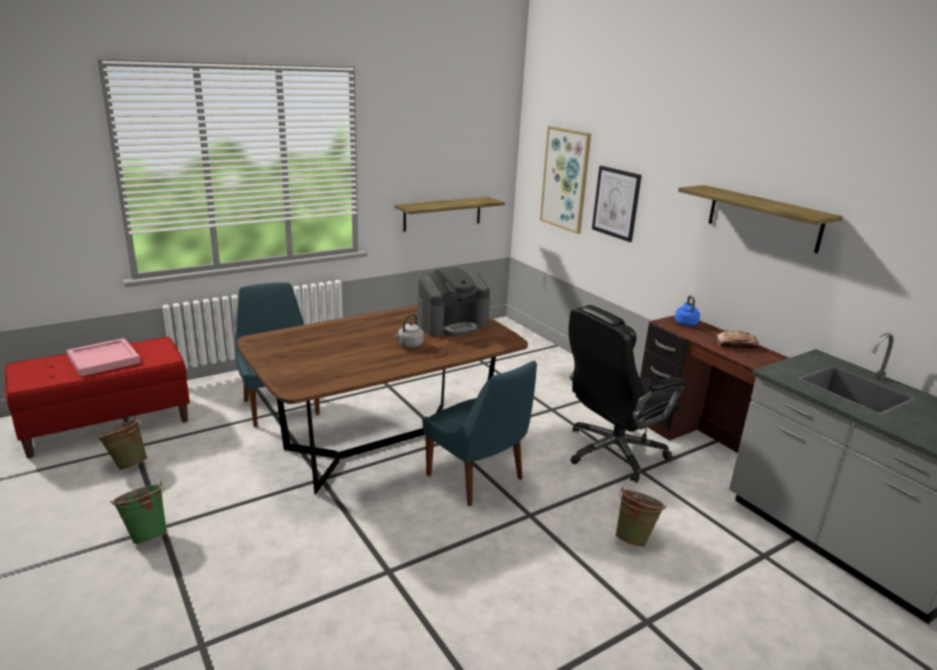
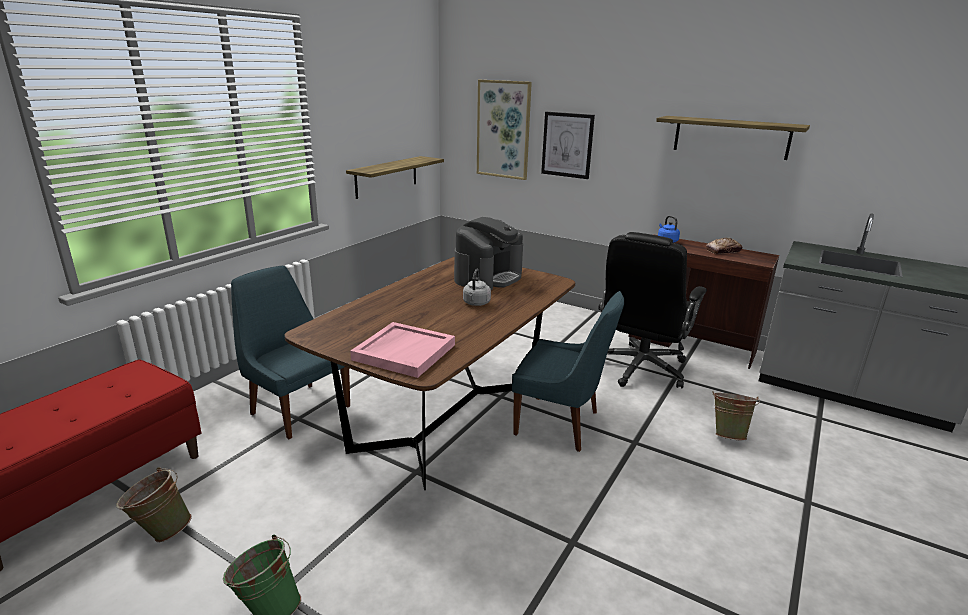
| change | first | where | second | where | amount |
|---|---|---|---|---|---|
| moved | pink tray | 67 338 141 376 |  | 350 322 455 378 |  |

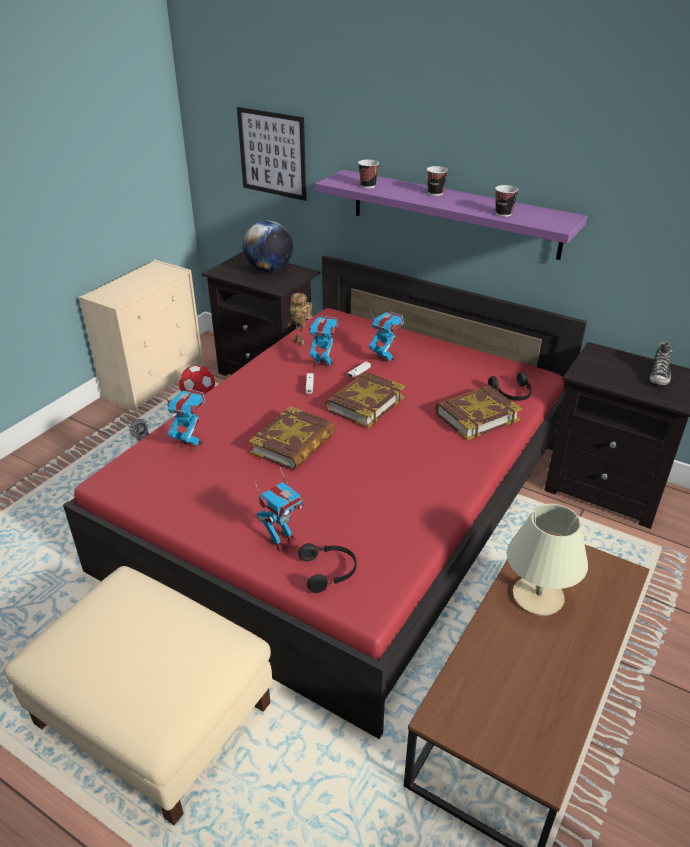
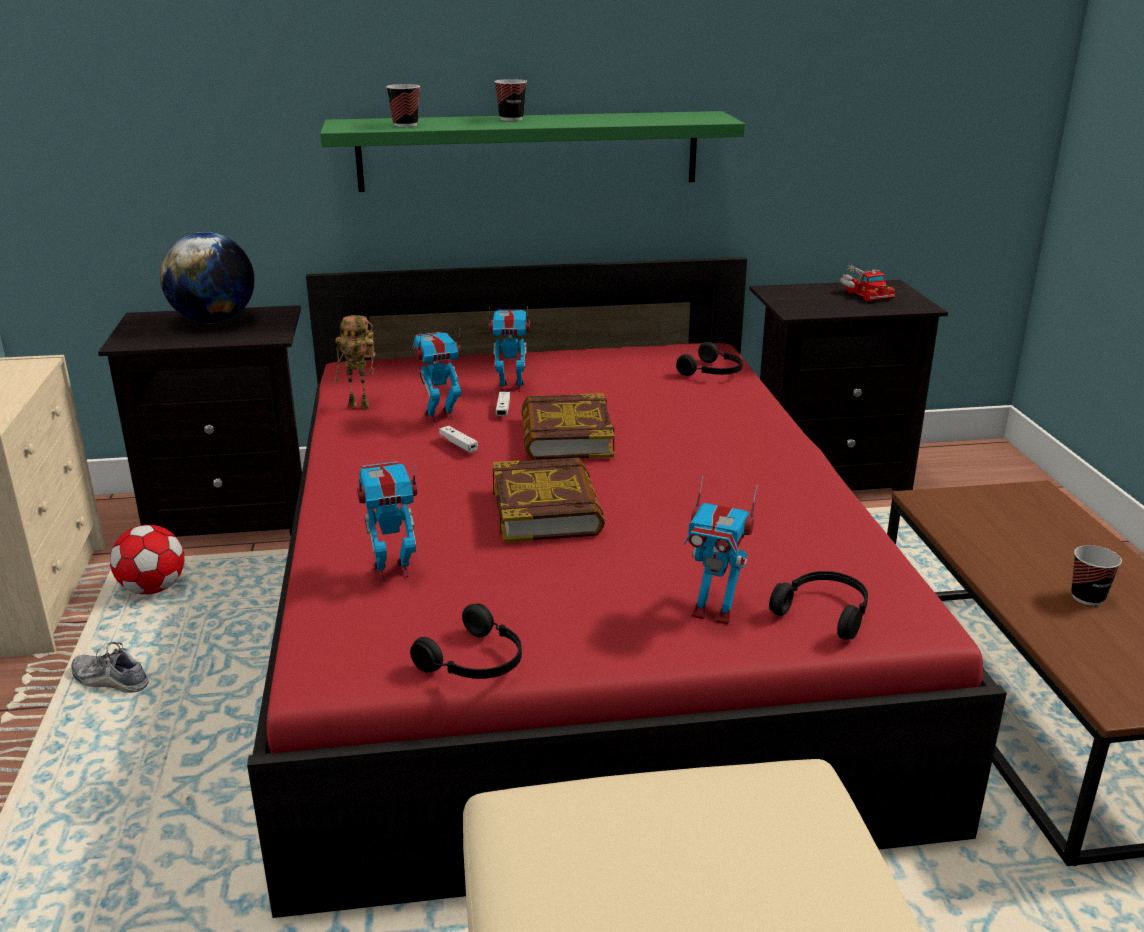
| change | first | where | second | where | amount |
|---|---|---|---|---|---|
| removed | picture | 237 107 307 201 |  |  |  |
| removed | book | 435 385 522 440 |  |  |  |
| removed | beige table lamp | 507 504 588 616 |  |  |  |
| added |  |  | black headphones | 410 603 522 679 |  |
| moved | cup | 495 185 519 217 |  | 1071 545 1122 606 |  |
| replaced | shoe | 650 341 672 385 | toy truck | 840 265 895 302 |  |
| recoloured | purple shelf | 315 170 588 260 | green shelf | 320 111 745 192 |  |
| turned | toy robot | 254 467 304 551 |  | 684 476 757 625 | 105 degrees clockwise |

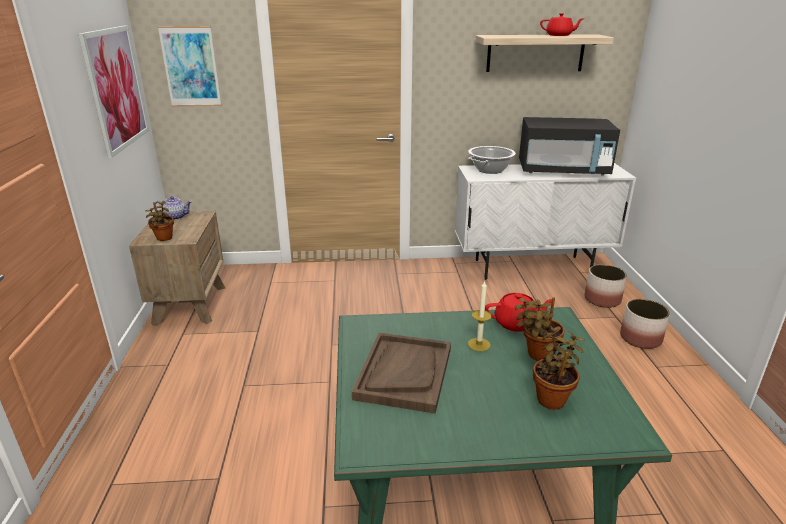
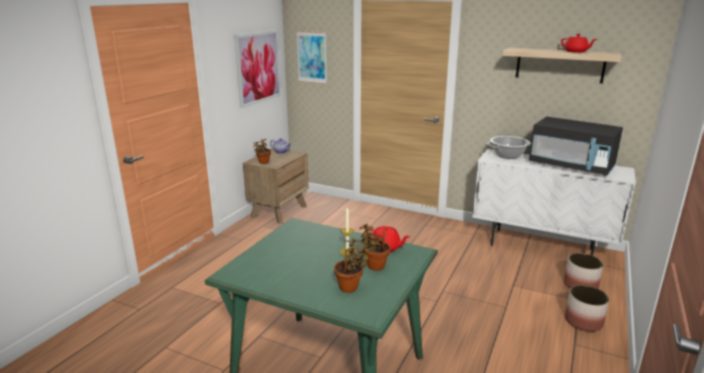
| change | first | where | second | where | amount |
|---|---|---|---|---|---|
| removed | brown tray | 352 333 451 413 |  |  |  |

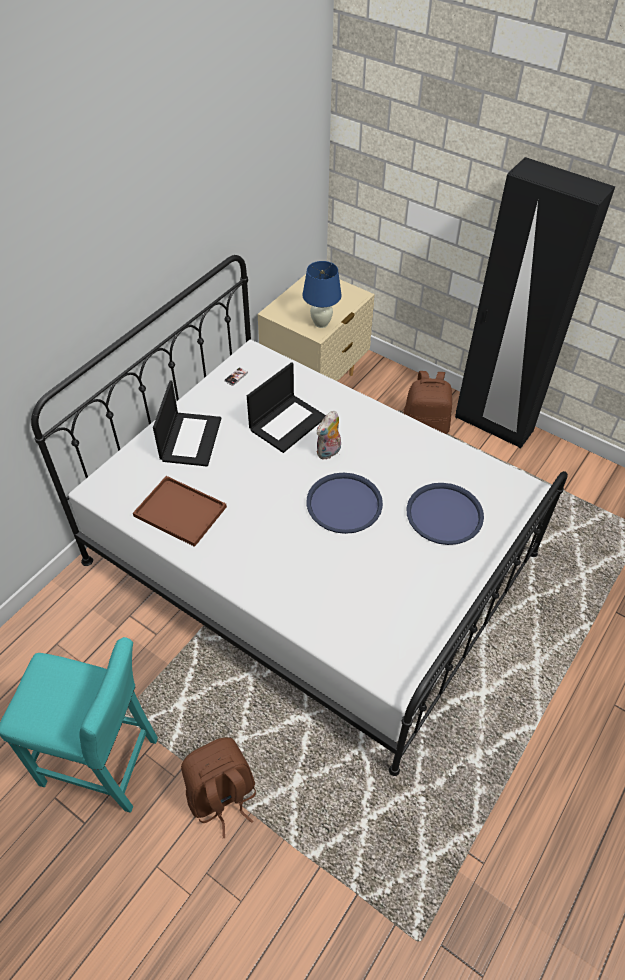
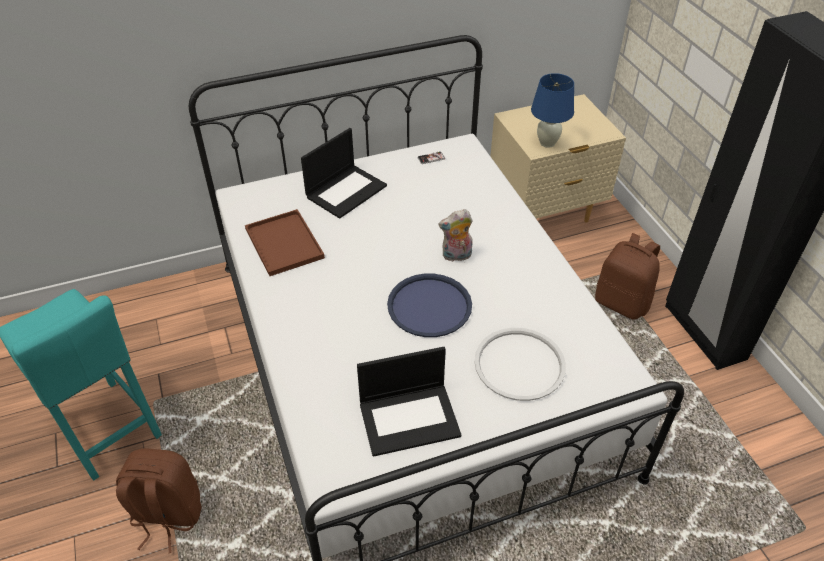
| change | first | where | second | where | amount |
|---|---|---|---|---|---|
| moved | laptop | 247 362 326 453 |  | 357 347 461 457 |  |
| recoloured | blue tray | 406 483 484 545 | white tray | 474 328 566 401 |  |

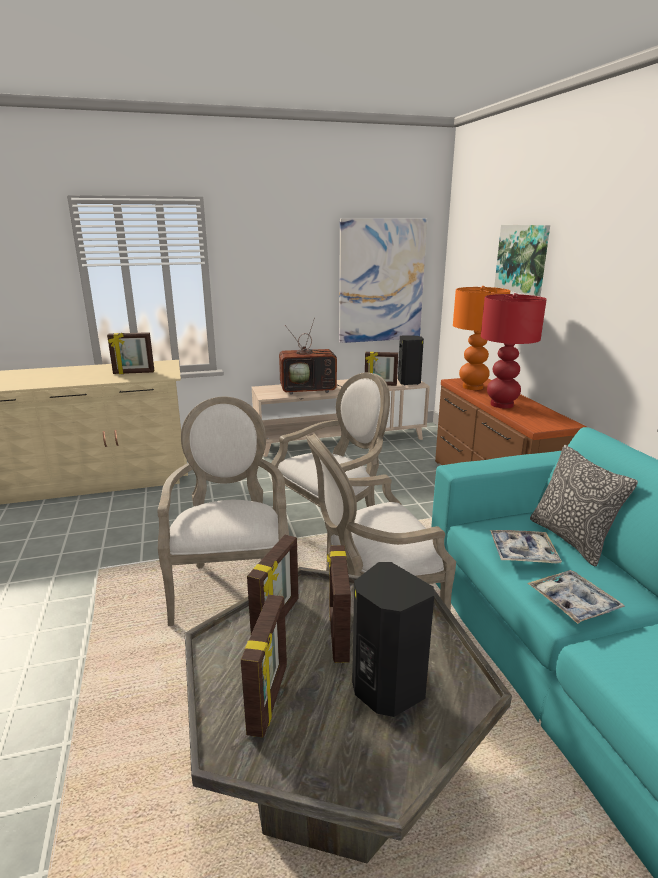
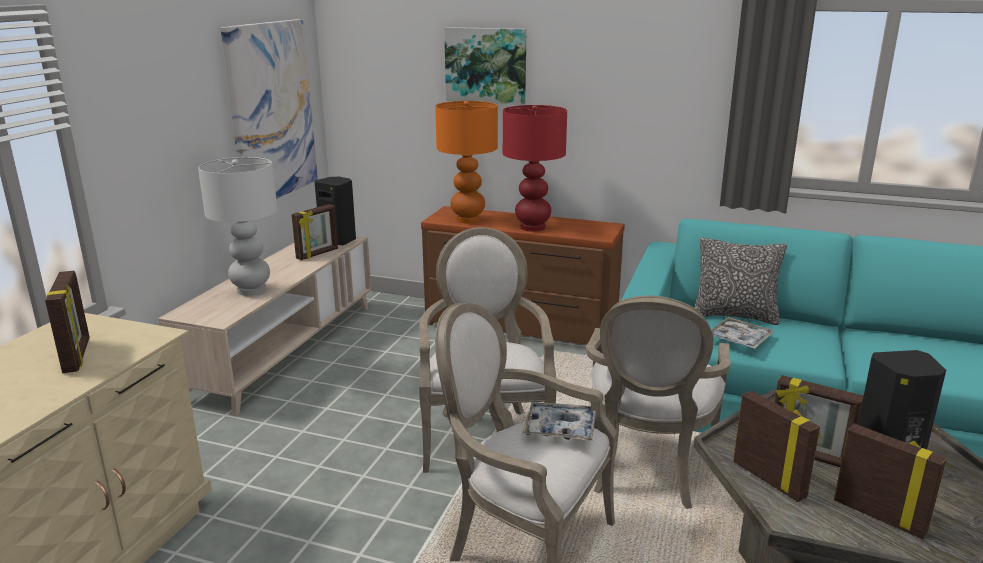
| change | first | where | second | where | amount |
|---|---|---|---|---|---|
| moved | tray | 528 570 625 624 |  | 522 402 596 441 |  |
| replaced | television | 279 317 342 394 | white table lamp | 198 157 278 296 |  |
| turned | picture frame | 107 332 154 374 |  | 45 271 90 373 | 45 degrees counterclockwise |

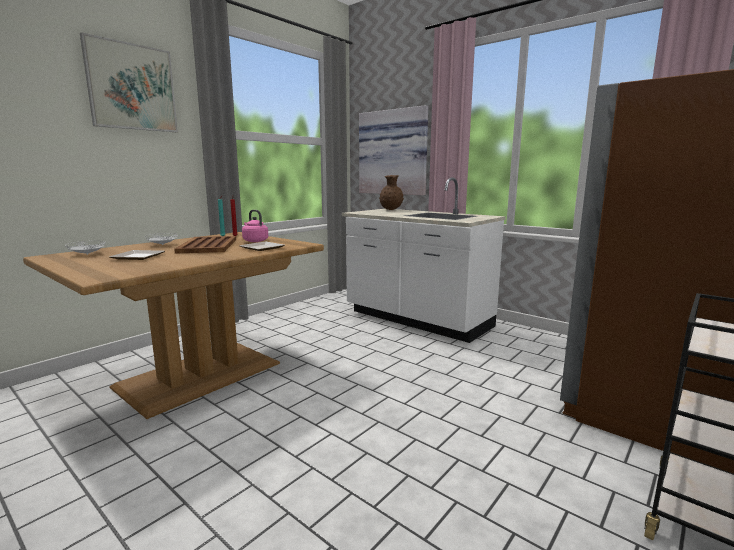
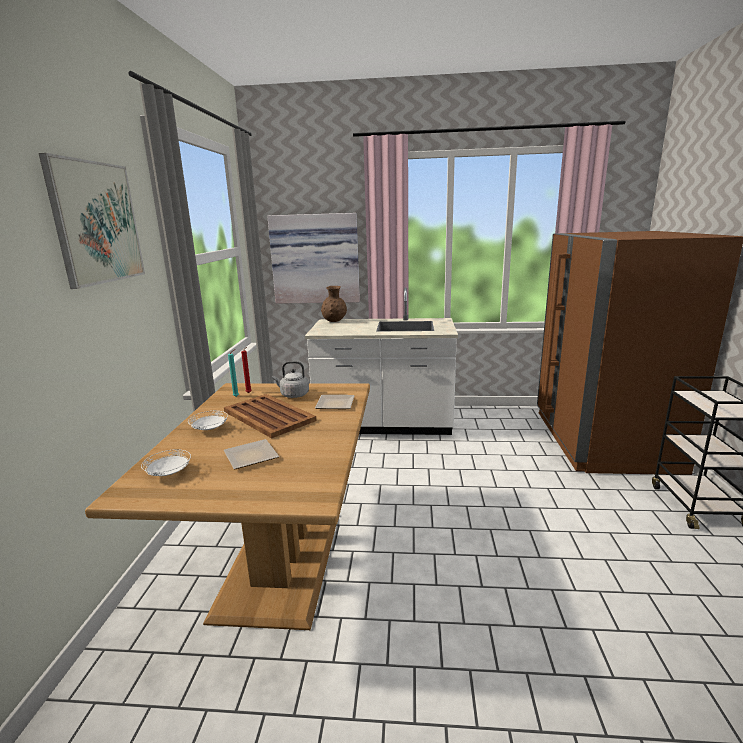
| change | first | where | second | where | amount |
|---|---|---|---|---|---|
| recoloured | pink kettle | 242 210 268 242 | grey kettle | 272 361 309 398 |  |

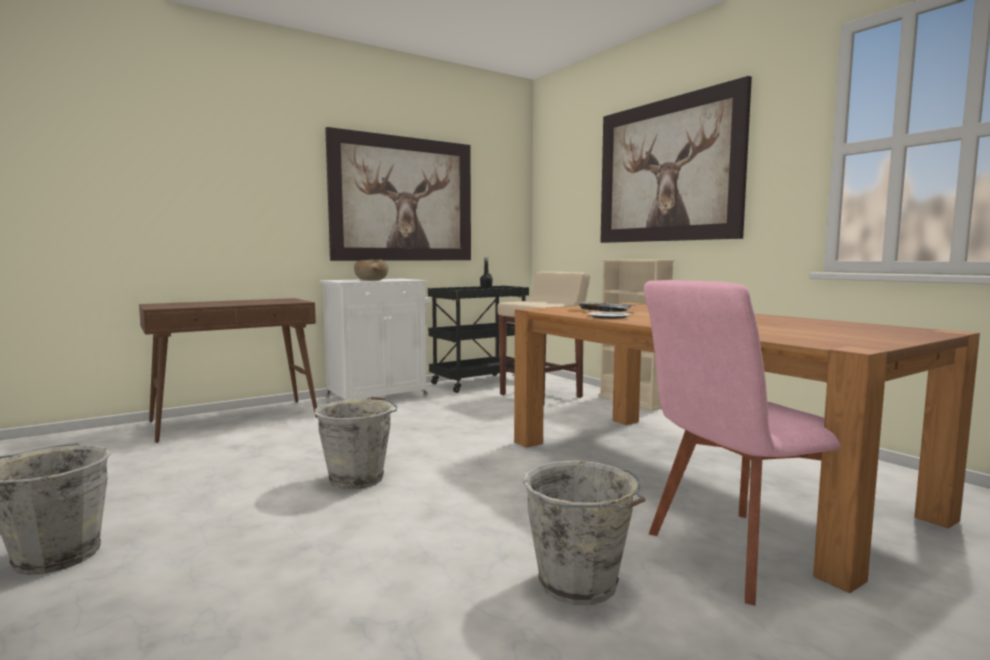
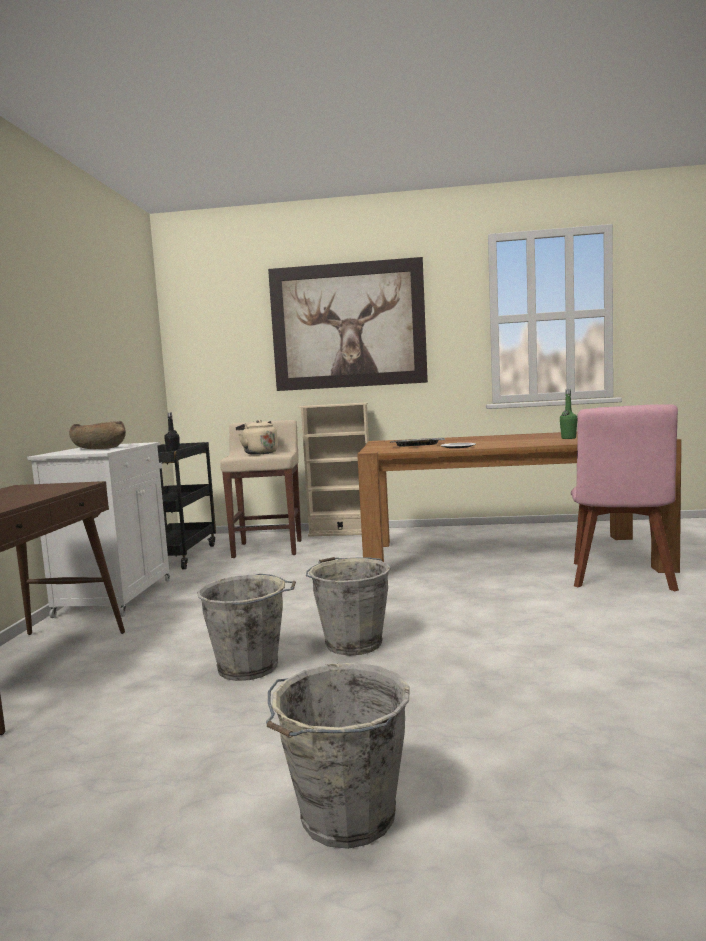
| change | first | where | second | where | amount |
|---|---|---|---|---|---|
| removed | picture | 325 127 471 261 |  |  |  |
| added |  |  | beige kettle | 236 420 278 455 |  |
| added |  |  | green bottle | 560 389 577 439 |  |
| moved | grey bucket | 523 461 645 605 |  | 197 574 296 681 |  |

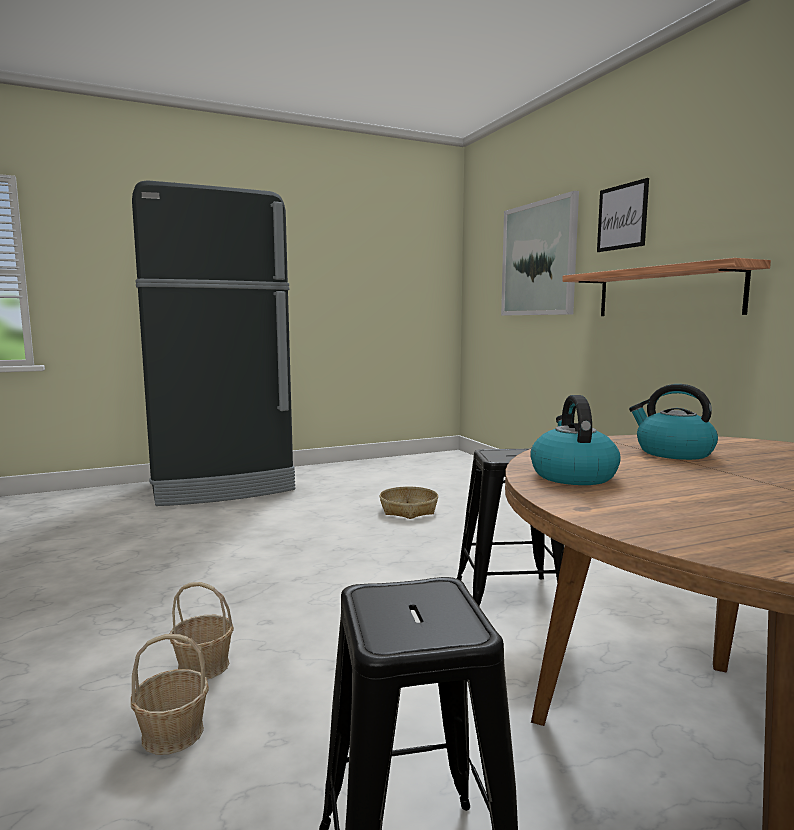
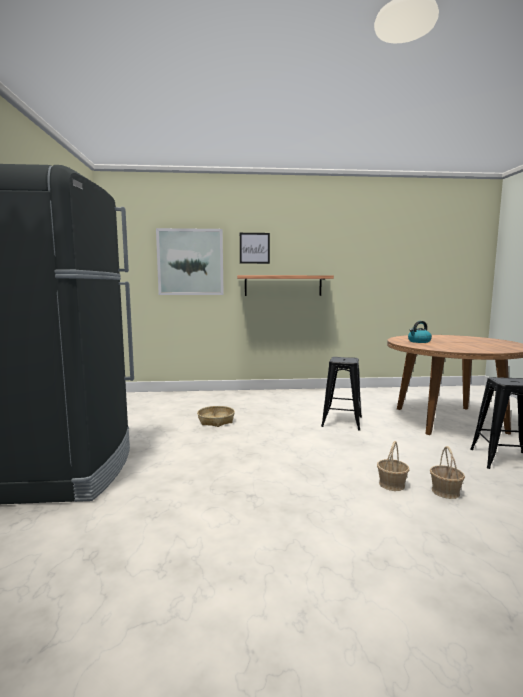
| change | first | where | second | where | amount |
|---|---|---|---|---|---|
| removed | kettle | 530 395 621 485 |  |  |  |

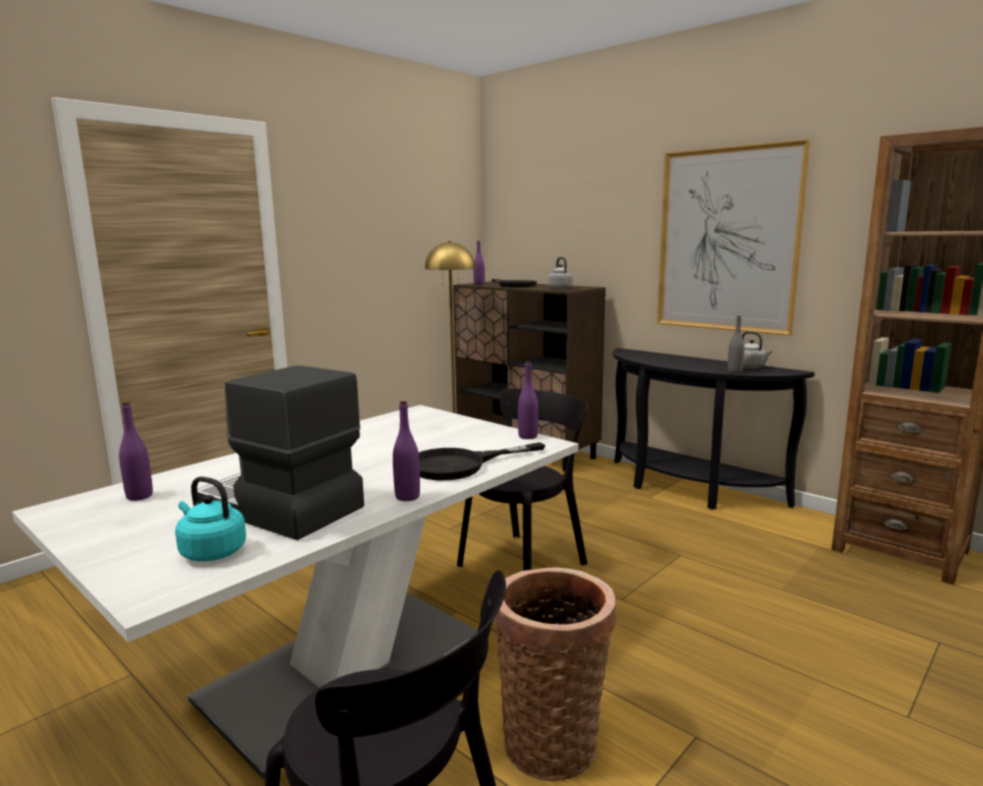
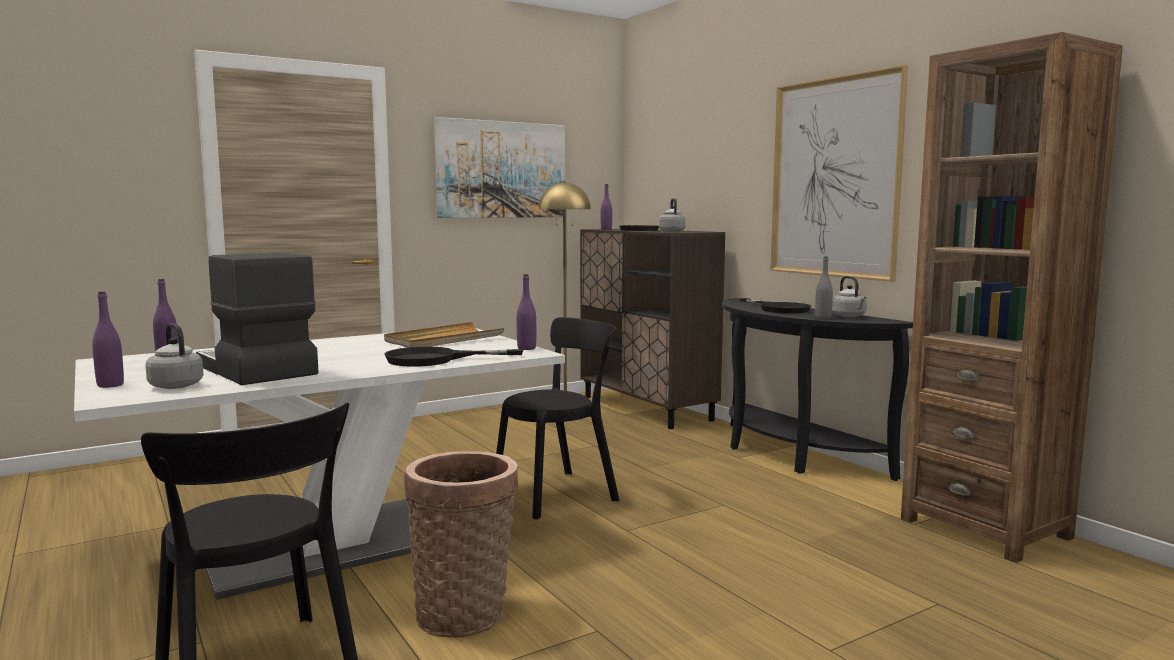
| change | first | where | second | where | amount |
|---|---|---|---|---|---|
| added |  |  | beige tray | 384 322 504 348 |  |
| added |  |  | picture | 434 117 565 218 |  |
| added |  |  | black frying pan | 739 298 811 313 |  |
| moved | purple bottle | 393 401 420 501 |  | 92 292 124 388 |  |
| recoloured | turquoise kettle | 175 476 246 562 | grey kettle | 145 324 204 389 |  |

